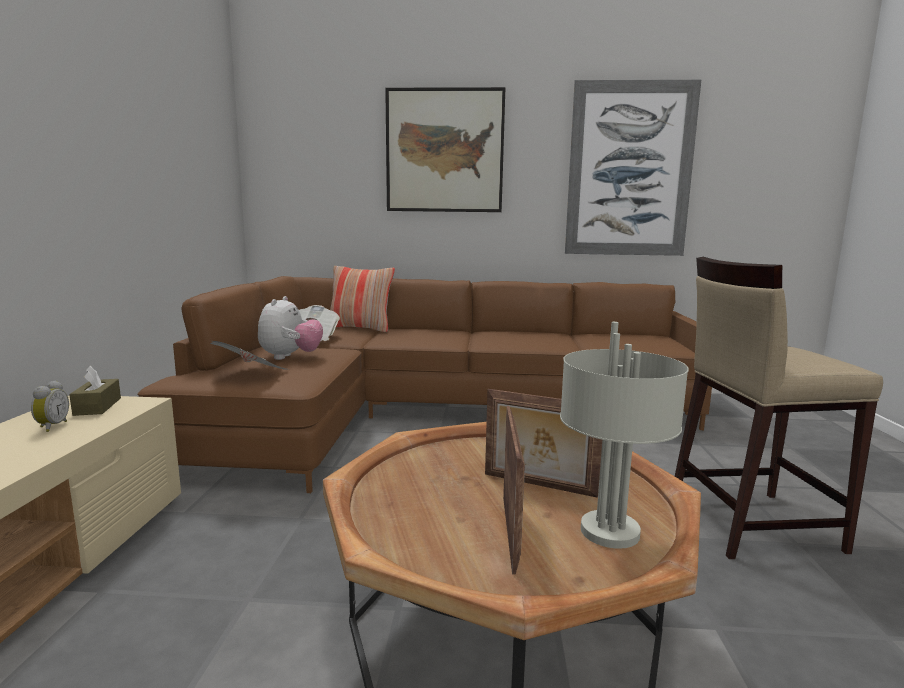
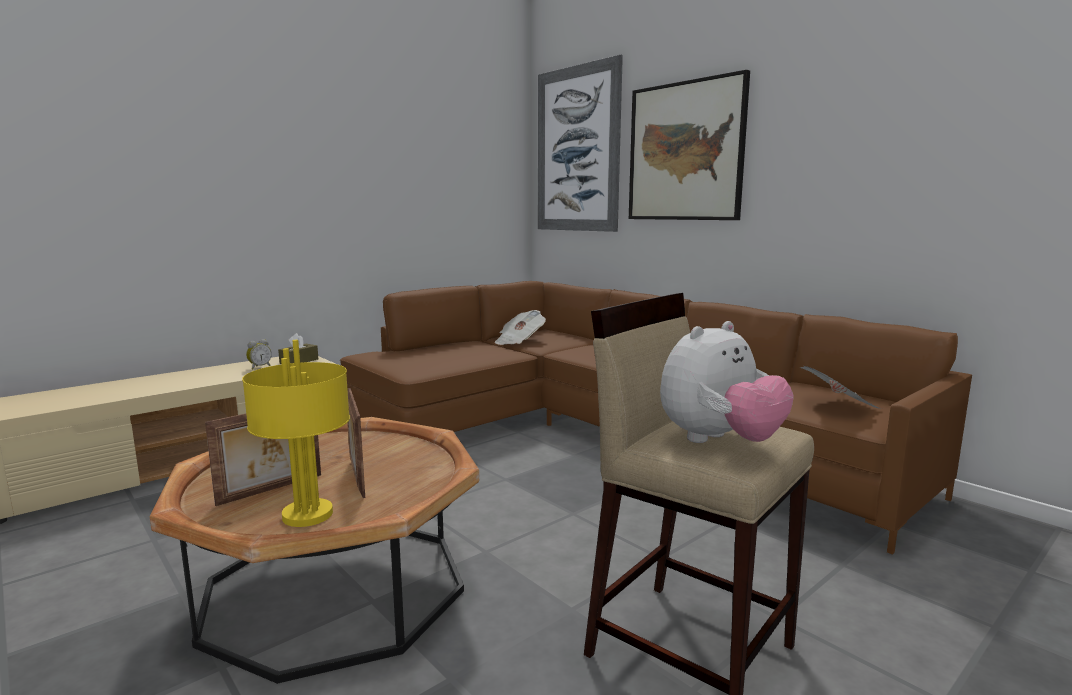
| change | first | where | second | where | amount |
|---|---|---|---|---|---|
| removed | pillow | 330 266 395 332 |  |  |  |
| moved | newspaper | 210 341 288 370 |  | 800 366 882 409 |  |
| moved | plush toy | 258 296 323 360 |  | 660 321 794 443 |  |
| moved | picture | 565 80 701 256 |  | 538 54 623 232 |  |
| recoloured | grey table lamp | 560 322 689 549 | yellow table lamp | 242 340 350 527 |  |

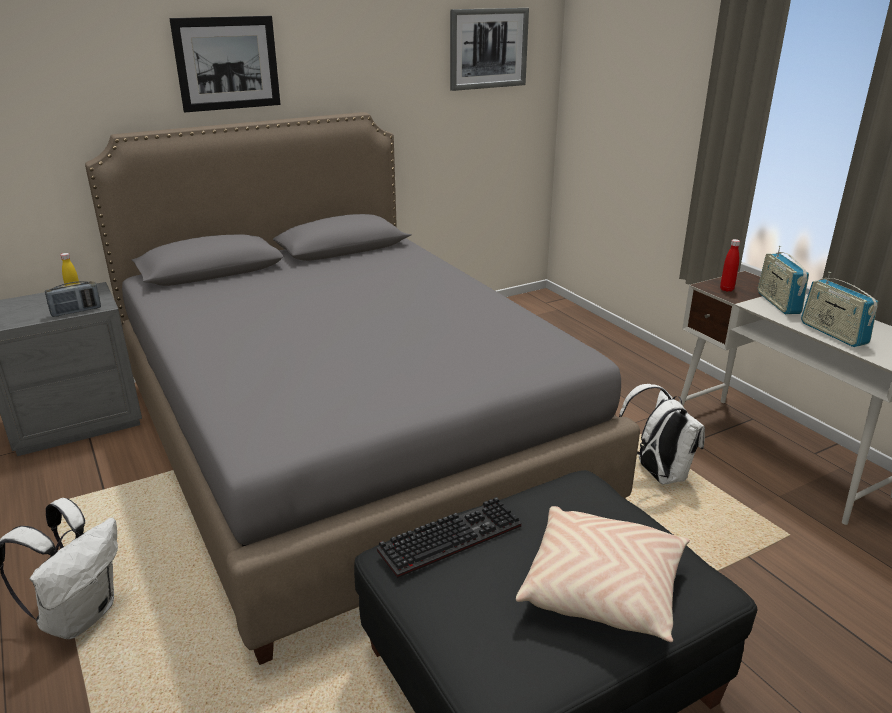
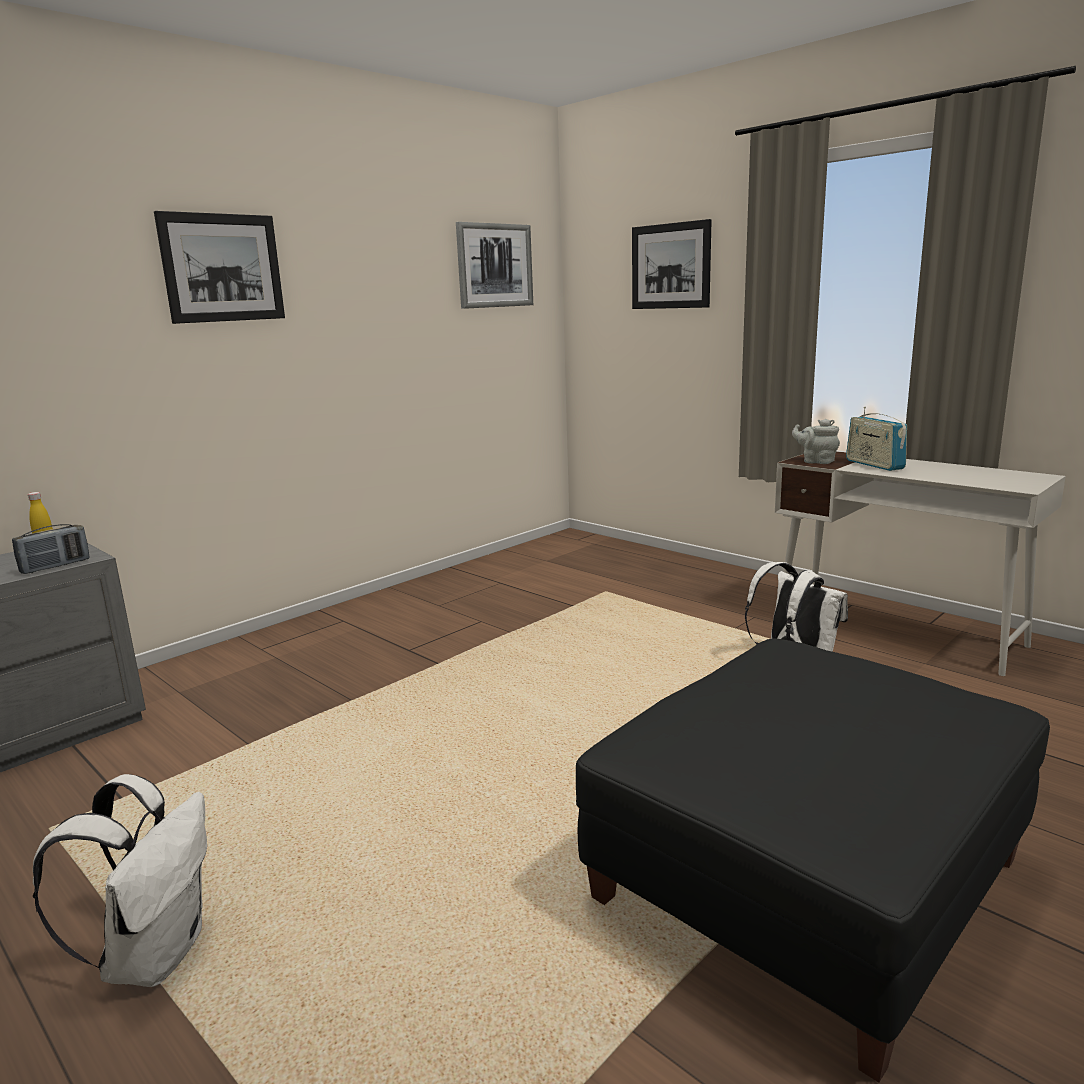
| change | first | where | second | where | amount |
|---|---|---|---|---|---|
| removed | grey bed | 85 112 640 665 |  |  |  |
| removed | keyboard | 377 497 521 578 |  |  |  |
| removed | beige pillow | 516 506 690 642 |  |  |  |
| removed | radio | 801 272 878 347 |  |  |  |
| added |  |  | picture | 632 219 712 309 |  |
| replaced | red bottle | 720 239 740 292 | grey teapot | 792 419 840 464 |  |

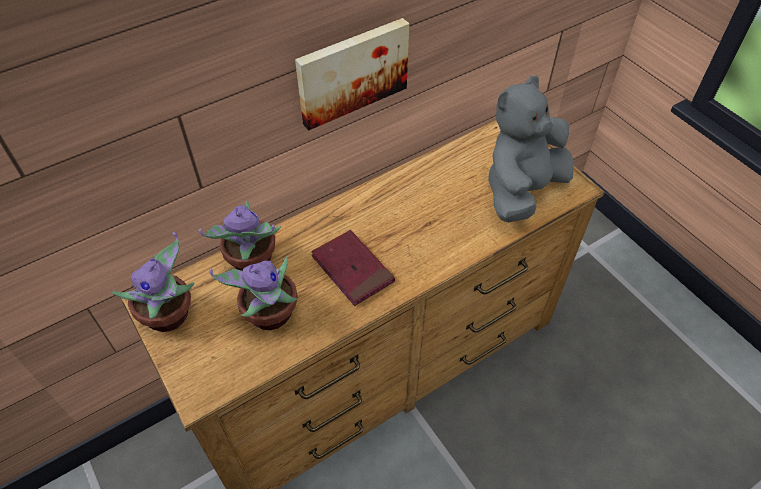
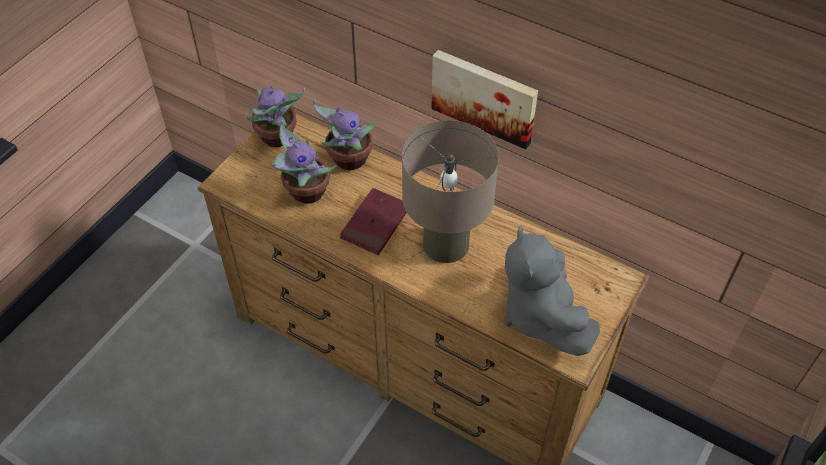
| change | first | where | second | where | amount |
|---|---|---|---|---|---|
| added |  |  | beige table lamp | 402 120 499 263 |  |
| turned | grey plush toy | 488 76 574 223 |  | 504 225 600 356 | 120 degrees counterclockwise |

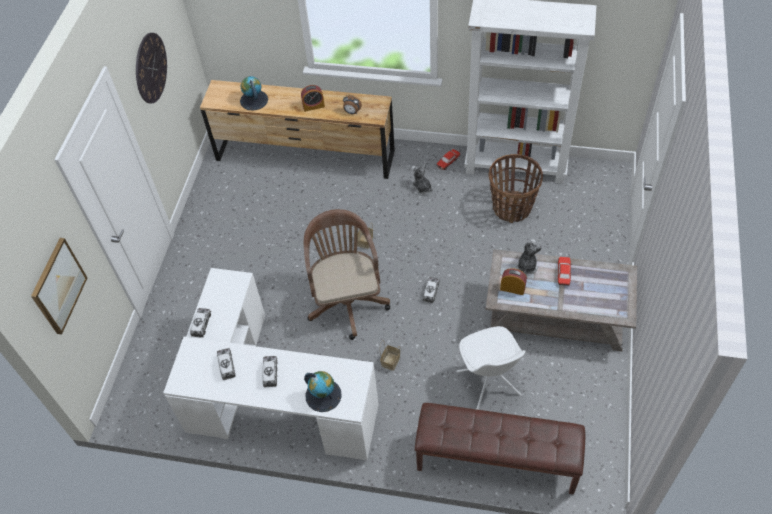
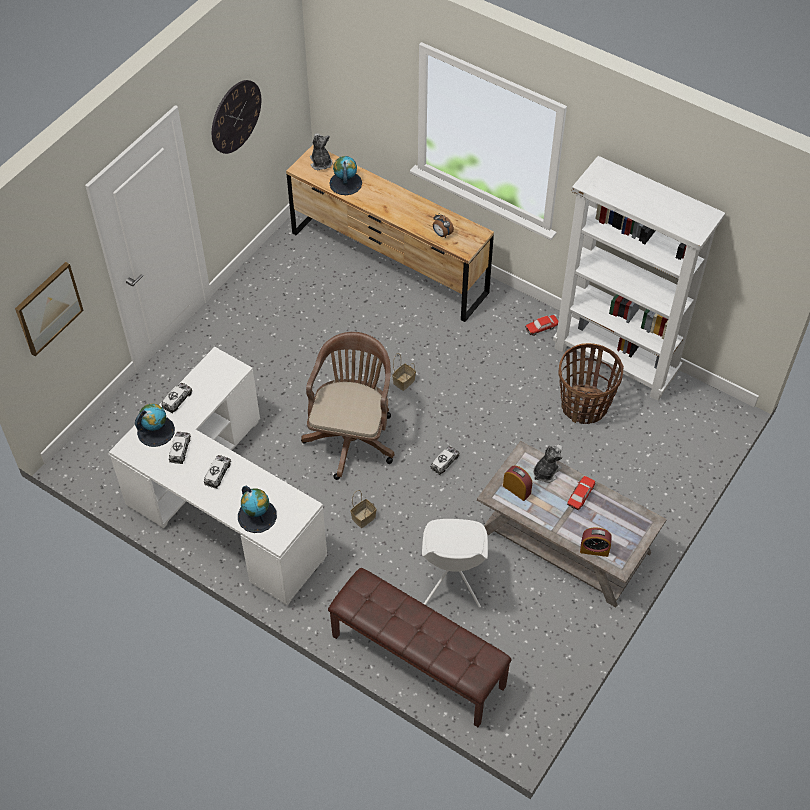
| change | first | where | second | where | amount |
|---|---|---|---|---|---|
| added |  |  | globe | 135 403 175 447 |  |
| moved | alarm clock | 301 85 325 112 |  | 580 527 612 557 |  |
| moved | plush toy | 409 164 433 195 |  | 310 133 332 170 |  |

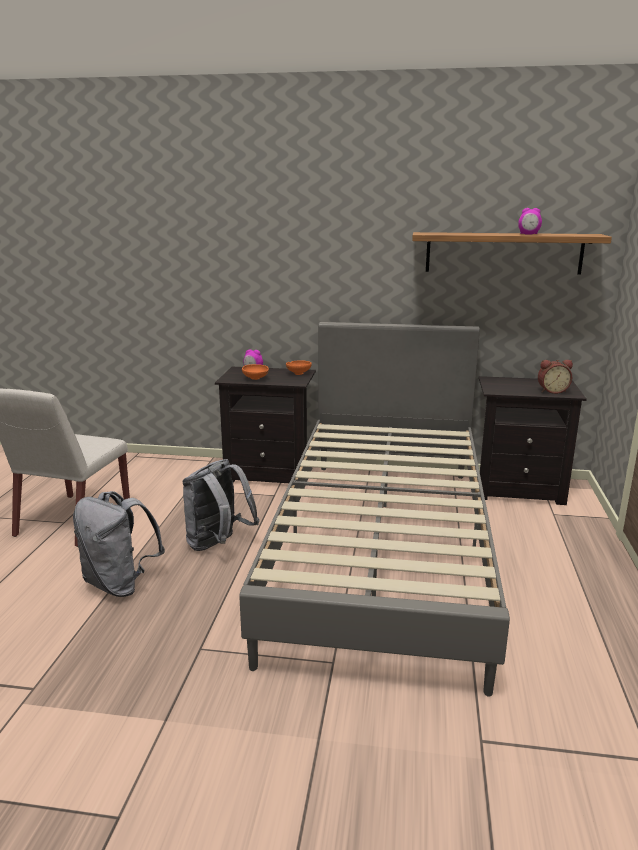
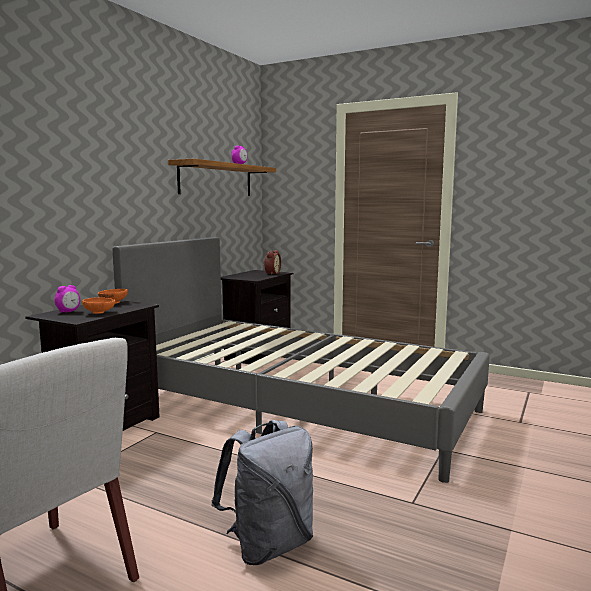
| change | first | where | second | where | amount |
|---|---|---|---|---|---|
| removed | grey backpack | 183 459 260 551 |  |  |  |

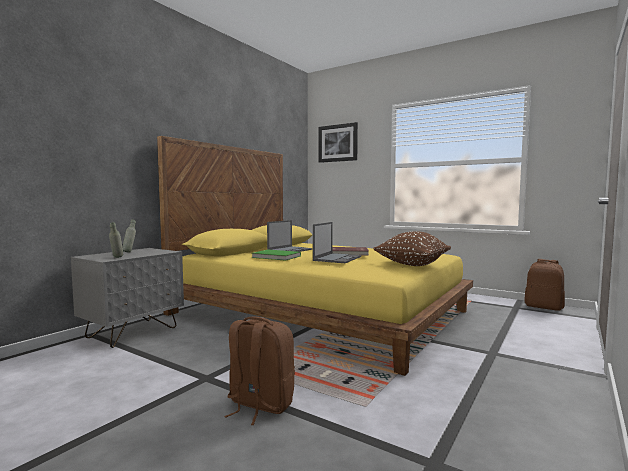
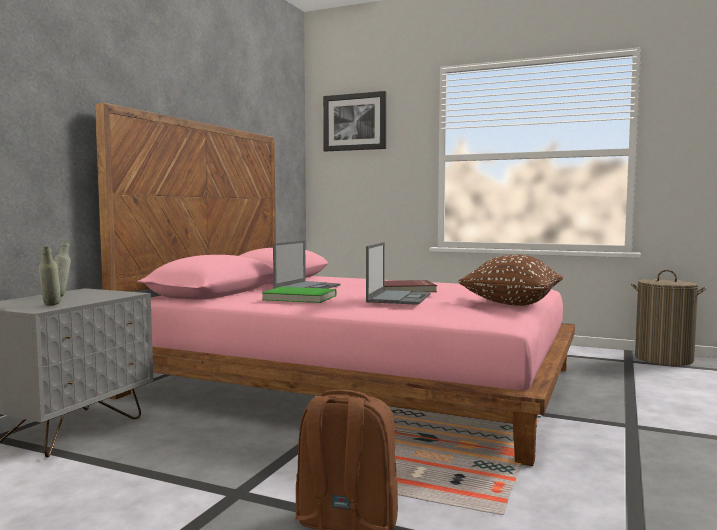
| change | first | where | second | where | amount |
|---|---|---|---|---|---|
| replaced | brown backpack | 524 259 565 311 | laundry basket | 631 270 706 366 |  |
| recoloured | yellow bed | 157 136 473 376 | pink bed | 95 103 575 466 |  |

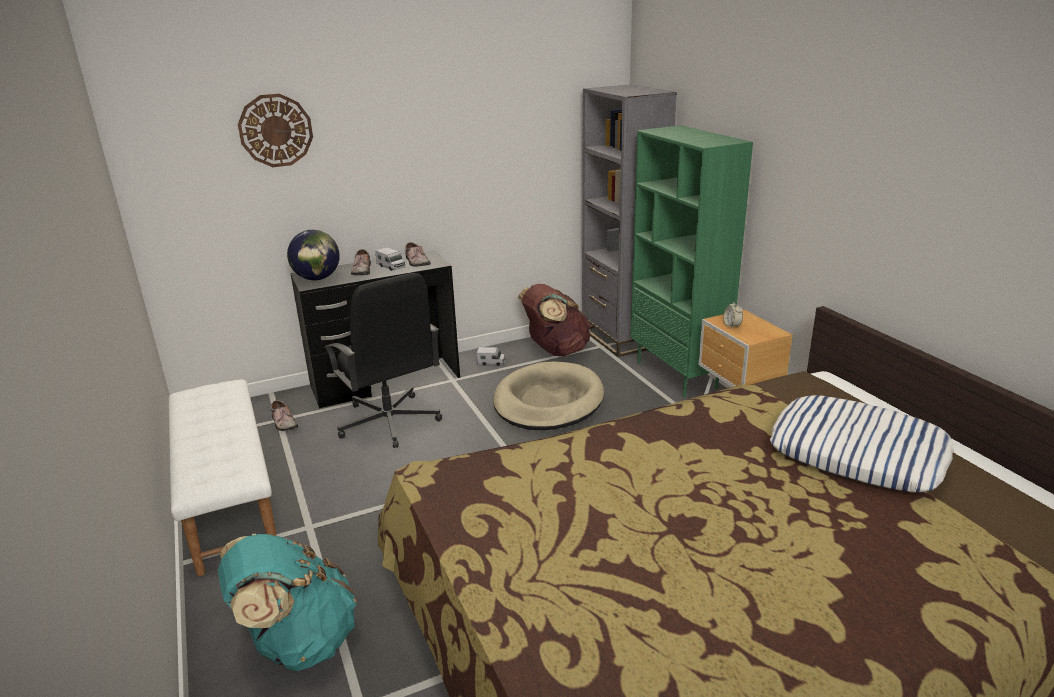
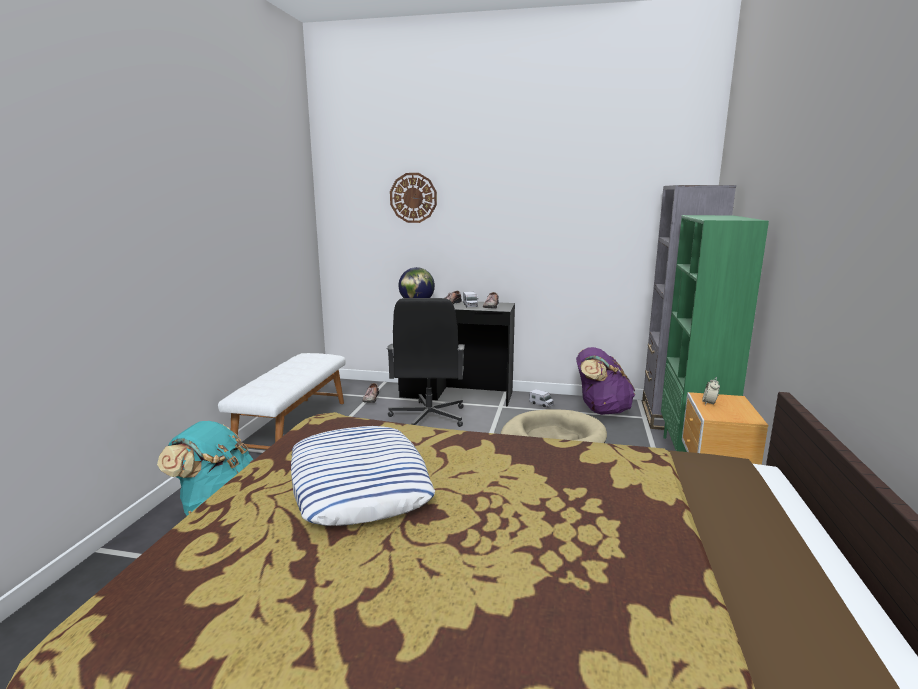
| change | first | where | second | where | amount |
|---|---|---|---|---|---|
| moved | pillow | 770 395 954 493 |  | 291 426 435 526 |  |
| recoloured | brown backpack | 518 284 591 356 | purple backpack | 576 347 635 415 |  |

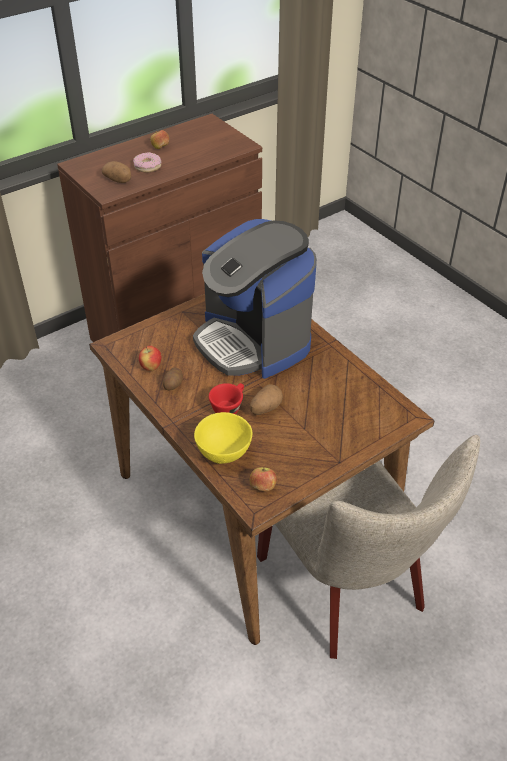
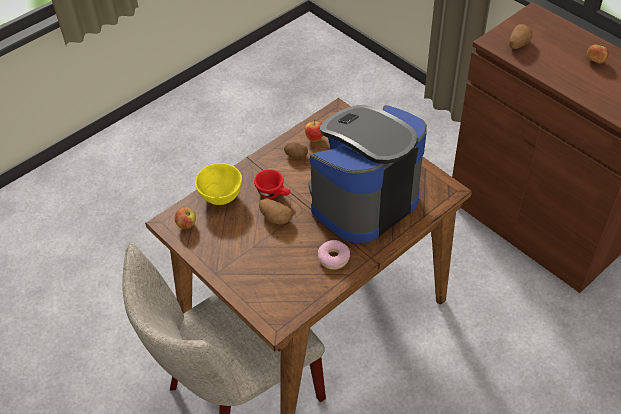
| change | first | where | second | where | amount |
|---|---|---|---|---|---|
| moved | donut | 133 152 161 173 |  | 318 240 350 270 |  |

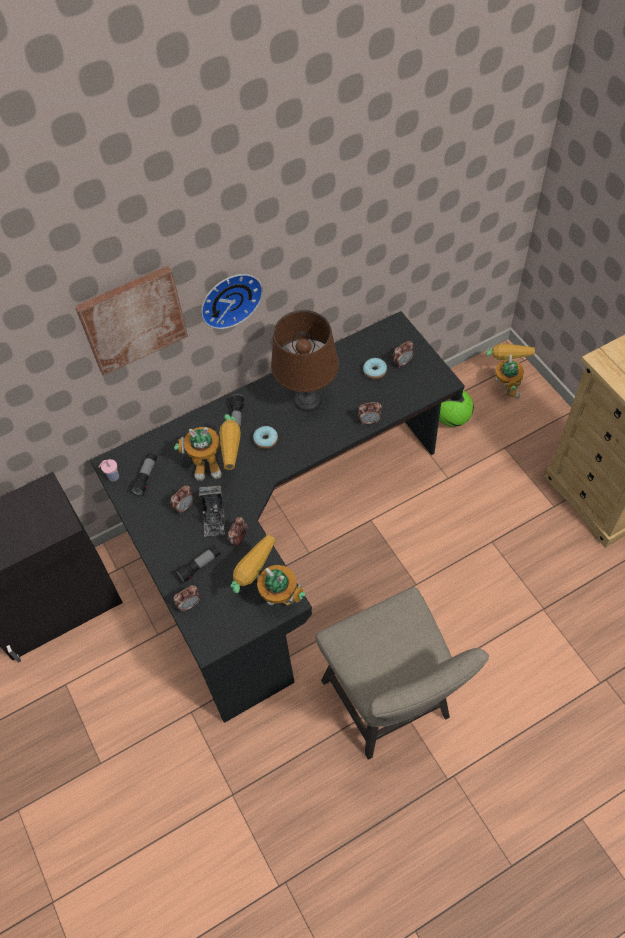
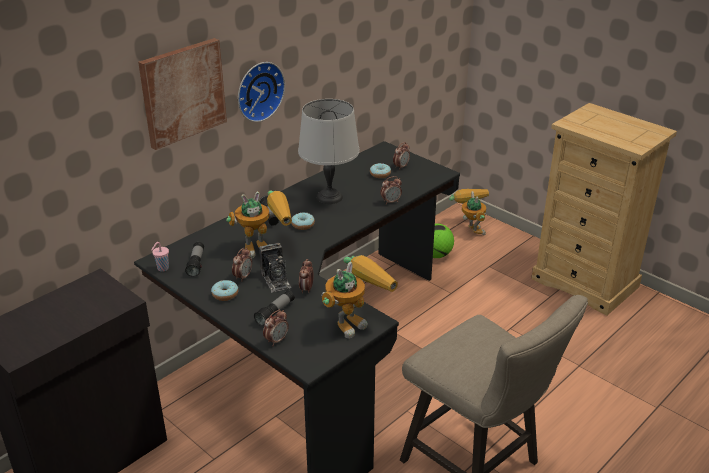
| change | first | where | second | where | amount |
|---|---|---|---|---|---|
| added |  |  | donut | 211 280 238 301 |  |
| recoloured | brown table lamp | 271 310 339 412 | grey table lamp | 298 99 360 204 |  |
| turned | toy robot | 231 535 306 606 |  | 321 255 398 339 | 120 degrees clockwise |

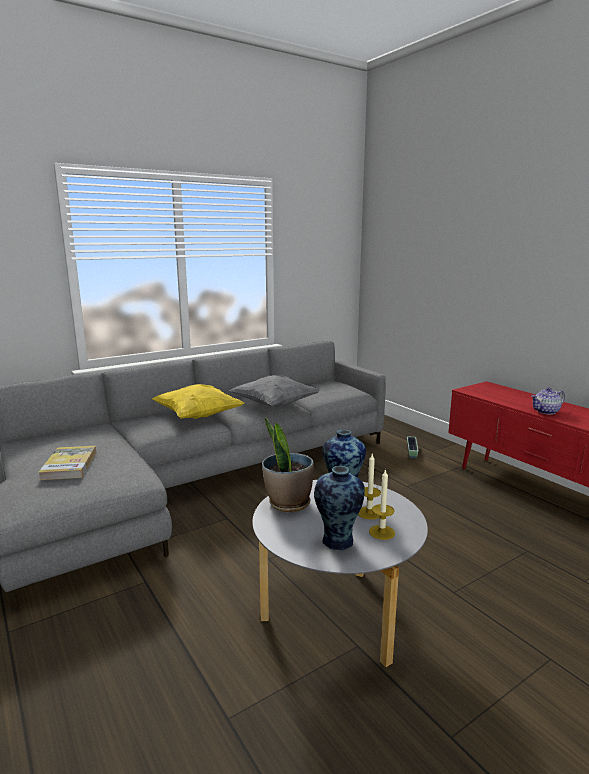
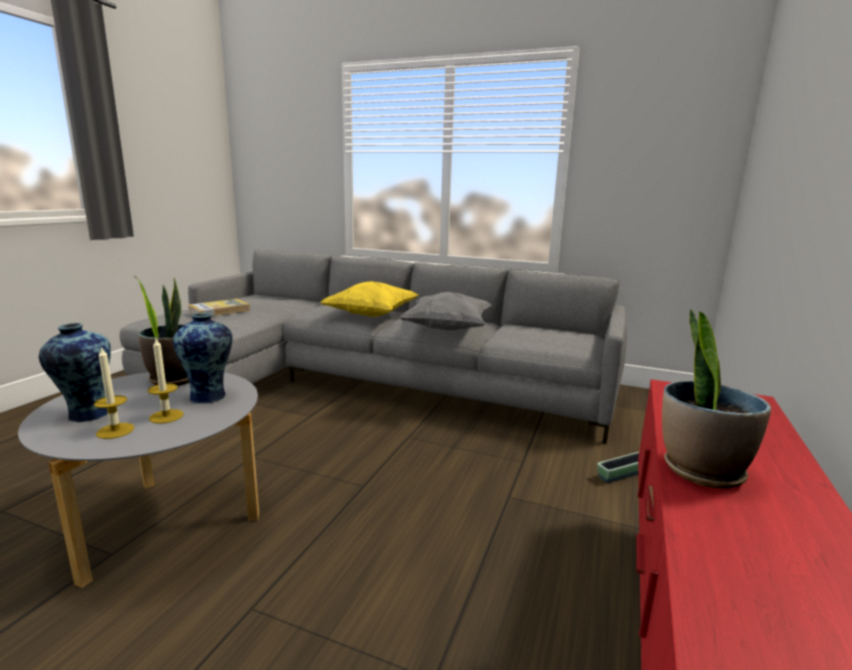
| change | first | where | second | where | amount |
|---|---|---|---|---|---|
| replaced | teapot | 531 387 565 415 | potted plant | 662 309 771 489 |  |

